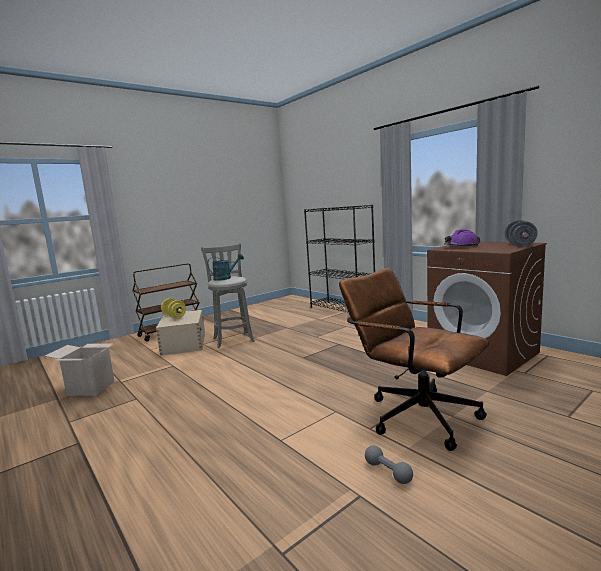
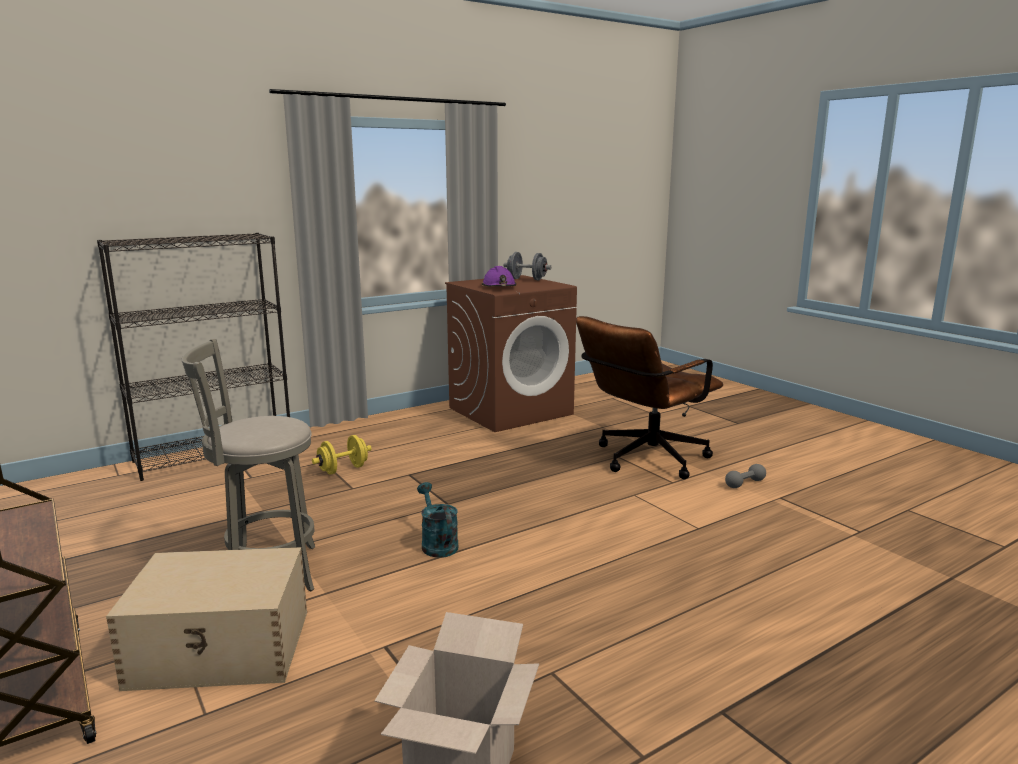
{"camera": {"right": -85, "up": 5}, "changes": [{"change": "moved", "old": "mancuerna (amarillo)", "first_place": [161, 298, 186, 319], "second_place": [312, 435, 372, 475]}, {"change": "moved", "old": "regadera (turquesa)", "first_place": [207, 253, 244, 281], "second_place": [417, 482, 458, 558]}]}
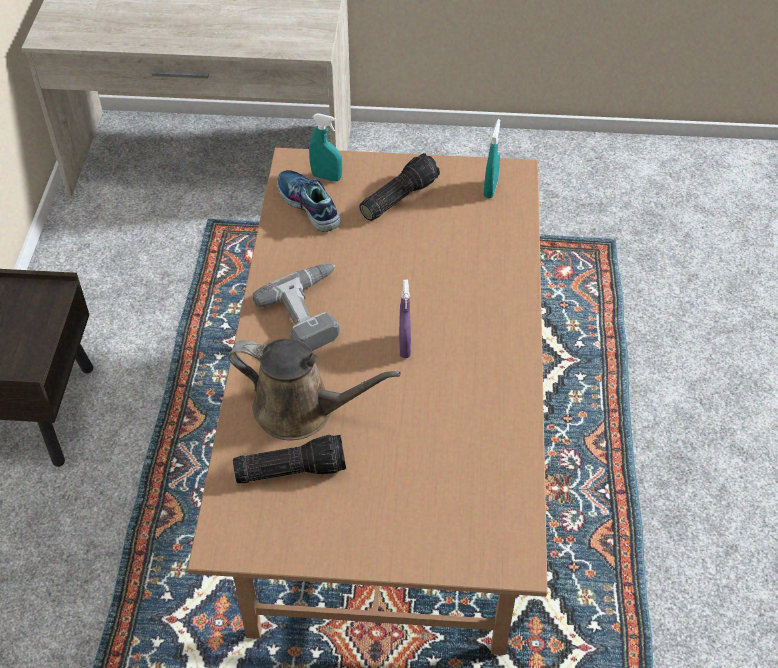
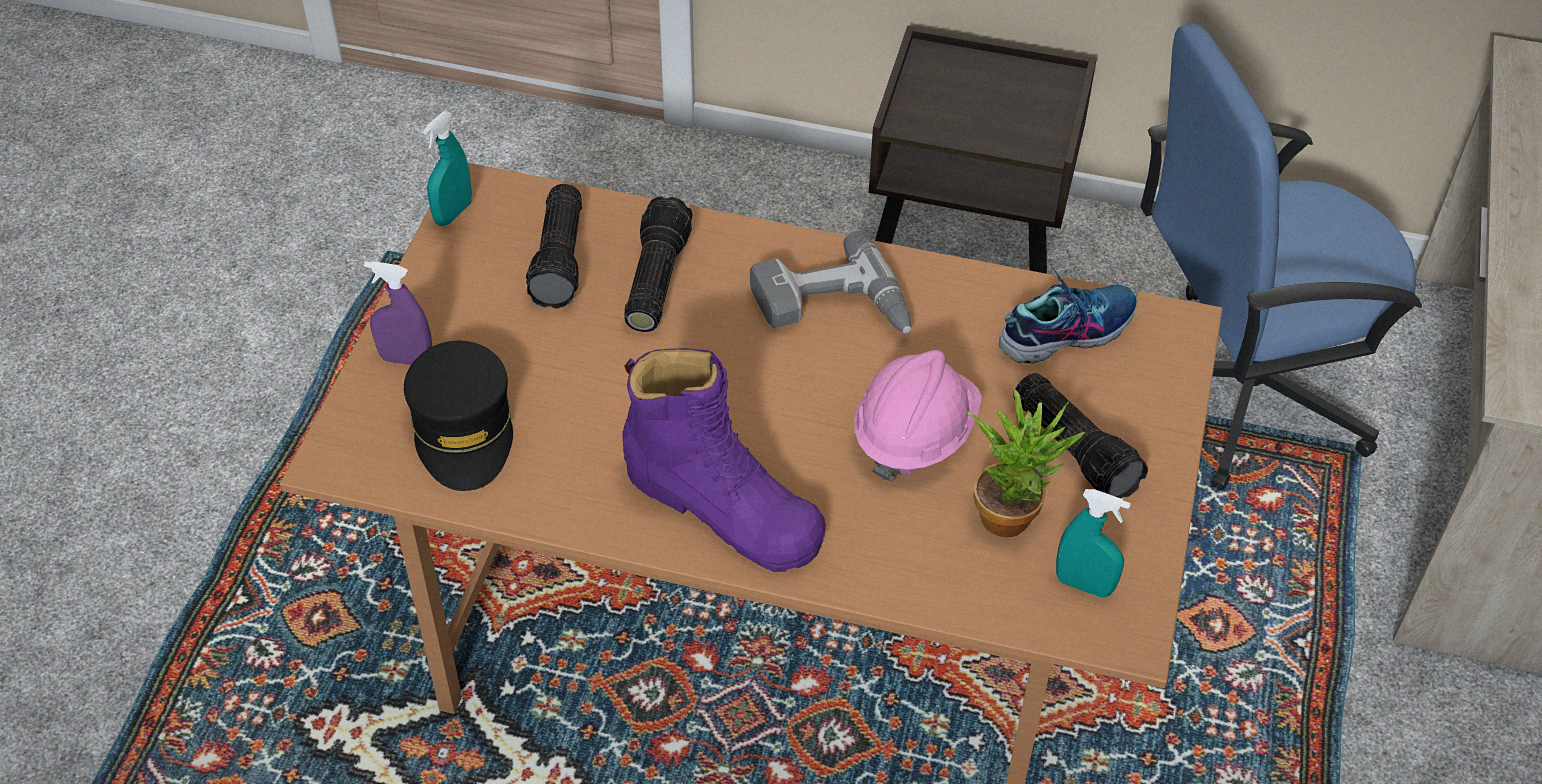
{"camera": {"right": 100, "up": 0}, "changes": [{"change": "replaced", "old": "regadera (marrón)", "new": "linterna", "first_place": [228, 339, 401, 441], "second_place": [624, 196, 692, 332]}, {"change": "moved", "old": "pulverizador (turquesa)", "first_place": [309, 113, 342, 182], "second_place": [423, 111, 472, 226]}, {"change": "moved", "old": "pulverizador (morado)", "first_place": [399, 280, 411, 358], "second_place": [364, 261, 432, 365]}, {"change": "added", "new": "gorra (negro)", "second_place": [404, 341, 513, 491]}, {"change": "added", "new": "bota (morado)", "second_place": [622, 348, 826, 572]}, {"change": "added", "new": "casco (rosa)", "second_place": [854, 350, 982, 482]}, {"change": "added", "new": "planta en maceta", "second_place": [968, 389, 1085, 537]}, {"change": "added", "new": "silla de oficina (azul)", "second_place": [1140, 23, 1422, 491]}]}
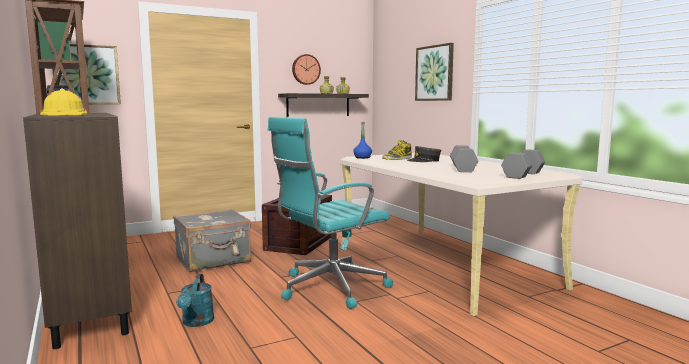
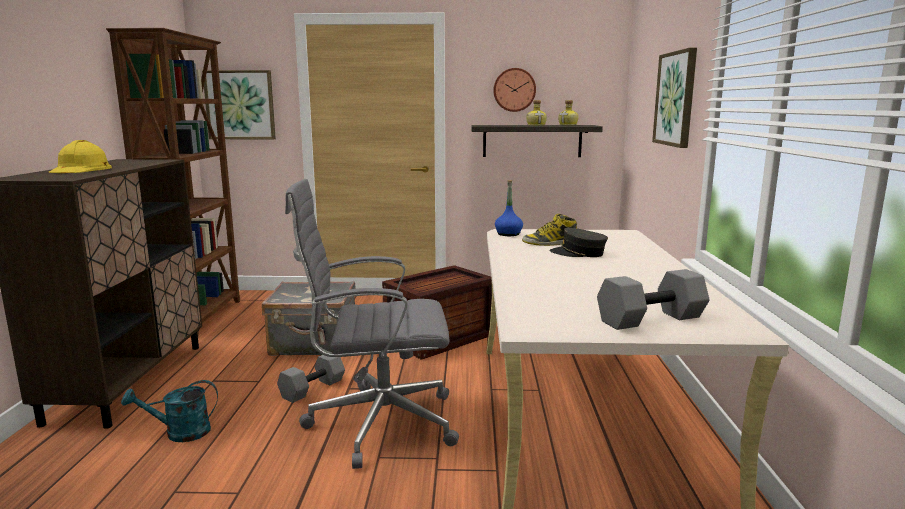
{"camera": {"right": 30, "up": 5}, "changes": [{"change": "turned", "old": "regadera (turquesa)", "first_place": [176, 274, 214, 327], "second_place": [121, 380, 218, 442], "degrees": 45}, {"change": "recoloured", "old": "silla de oficina (turquesa)", "new": "silla de oficina (gris)", "first_place": [268, 117, 394, 309], "second_place": [285, 179, 459, 469]}, {"change": "moved", "old": "mancuerna (gris)", "first_place": [450, 145, 478, 172], "second_place": [277, 355, 345, 403]}]}
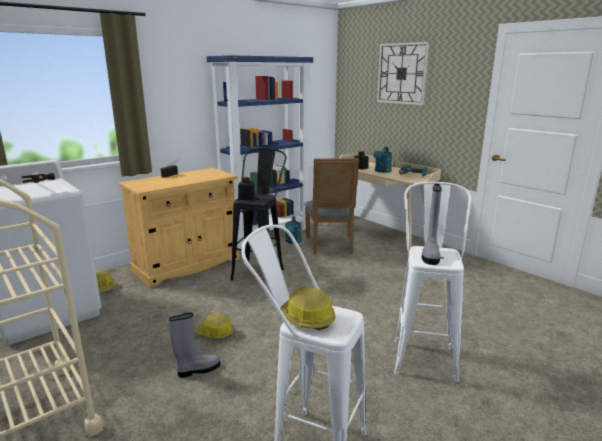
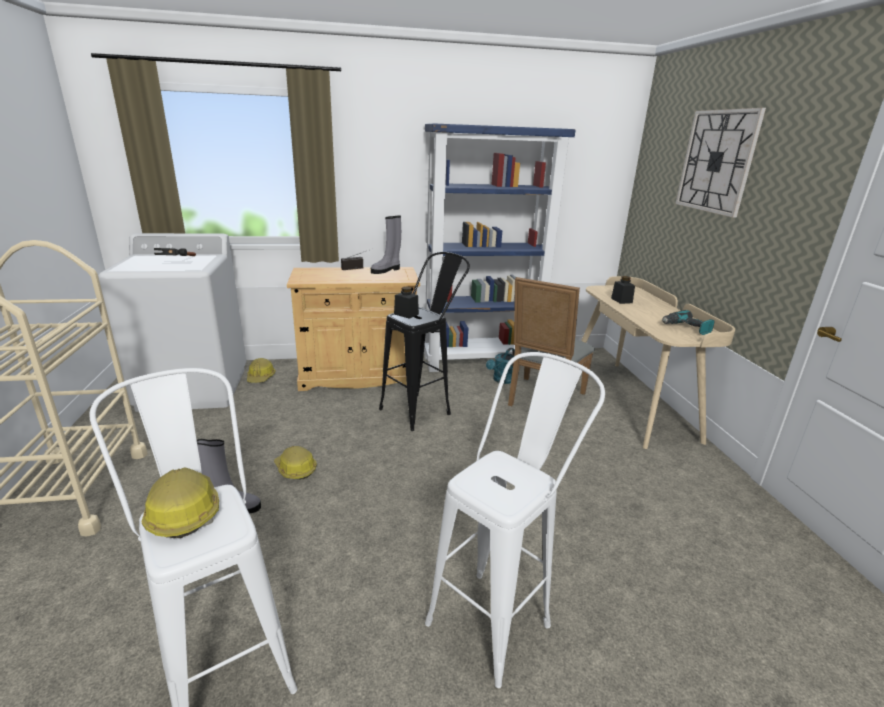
{"camera": {"right": 30, "up": 5}, "changes": [{"change": "removed", "old": "regadera (turquesa)", "first_place": [374, 147, 392, 173]}, {"change": "moved", "old": "bota (gris)", "first_place": [421, 184, 442, 265], "second_place": [371, 216, 401, 274]}]}
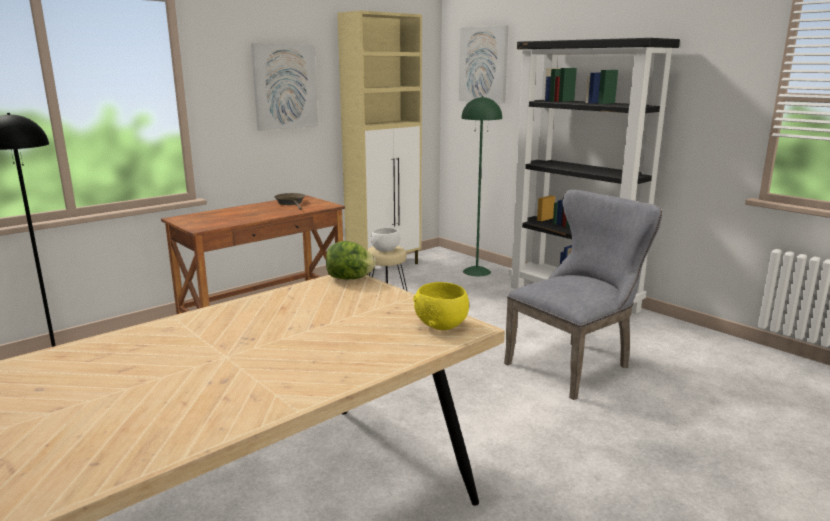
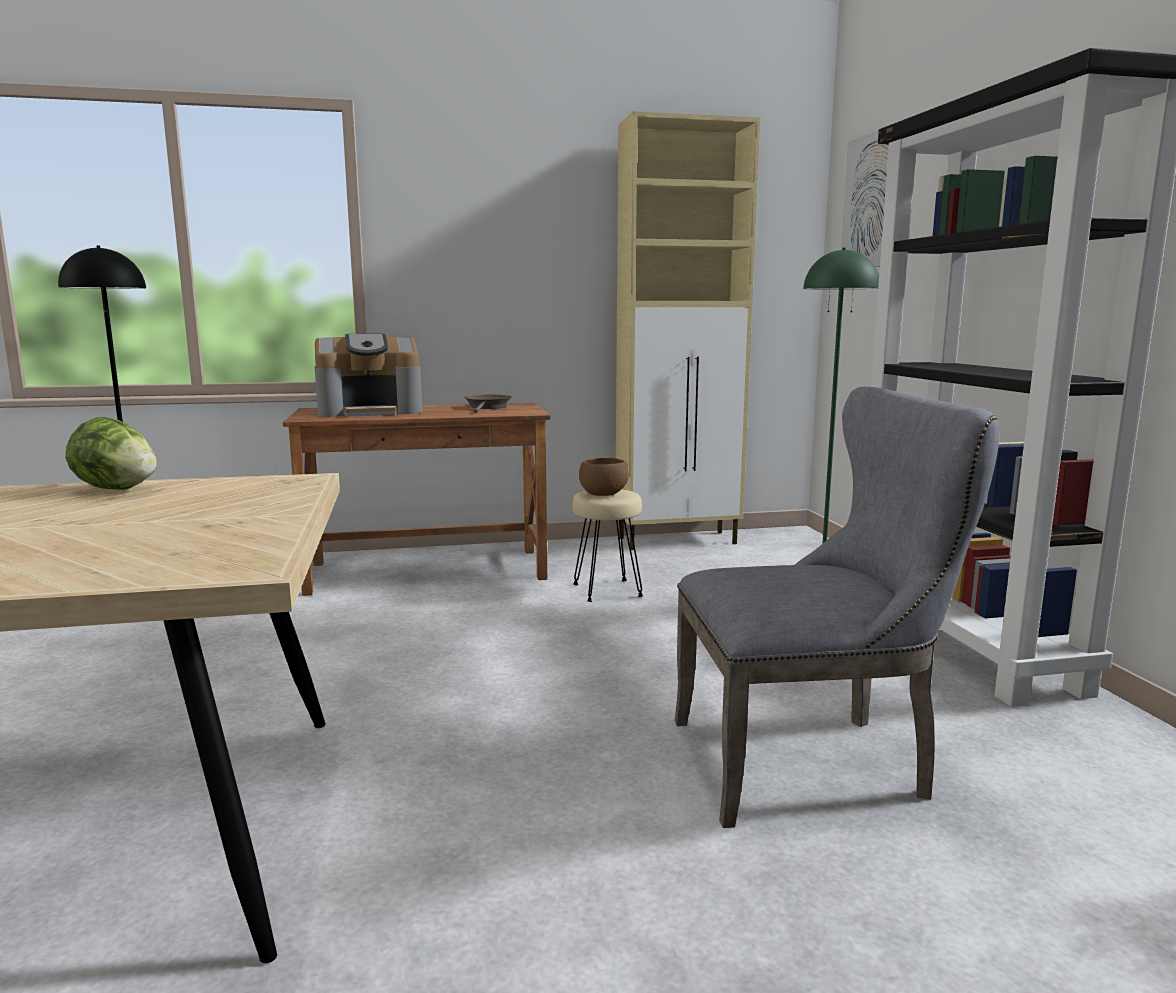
{"camera": {"right": 30, "up": -5}, "changes": [{"change": "removed", "old": "cuadro", "first_place": [251, 43, 318, 131]}, {"change": "moved", "old": "lechuga", "first_place": [326, 241, 376, 279], "second_place": [65, 417, 157, 490]}, {"change": "recoloured", "old": "cuenco (blanco)", "new": "cuenco (marrón)", "first_place": [371, 228, 400, 252], "second_place": [579, 458, 629, 496]}, {"change": "removed", "old": "cuenco (amarillo)", "first_place": [413, 282, 469, 330]}, {"change": "added", "new": "cafetera", "second_place": [315, 334, 422, 417]}]}
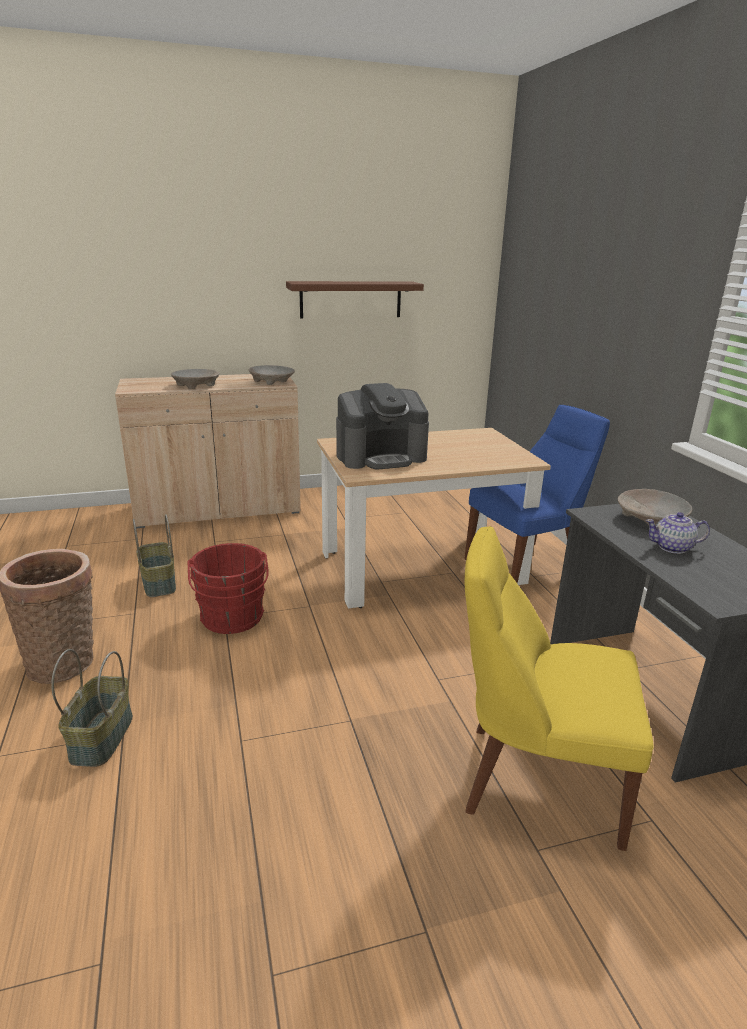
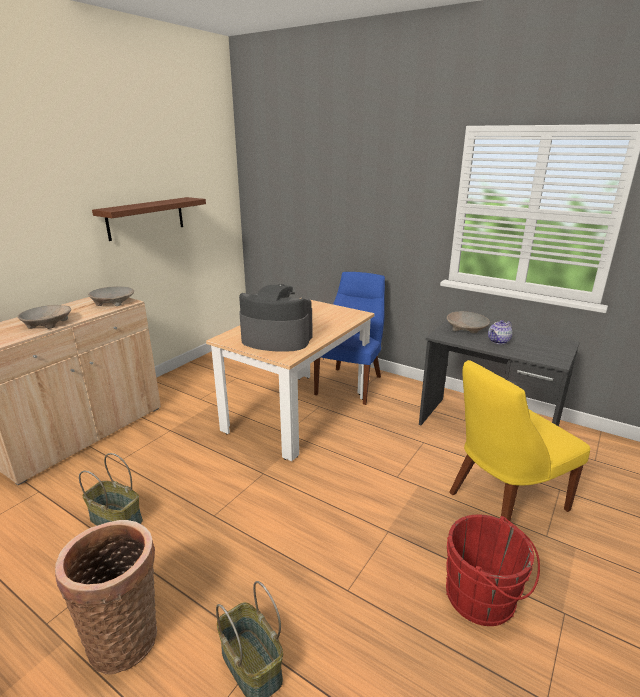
{"camera": {"right": -40, "up": 0}, "changes": [{"change": "moved", "old": "cubo (rojo)", "first_place": [188, 543, 269, 634], "second_place": [446, 515, 540, 626]}, {"change": "turned", "old": "cafetera", "first_place": [336, 383, 429, 470], "second_place": [239, 284, 312, 352], "degrees": -105}]}
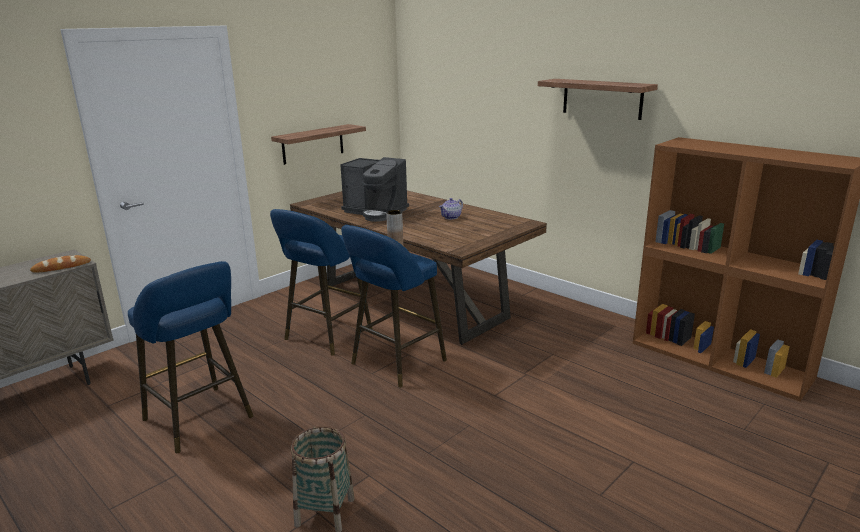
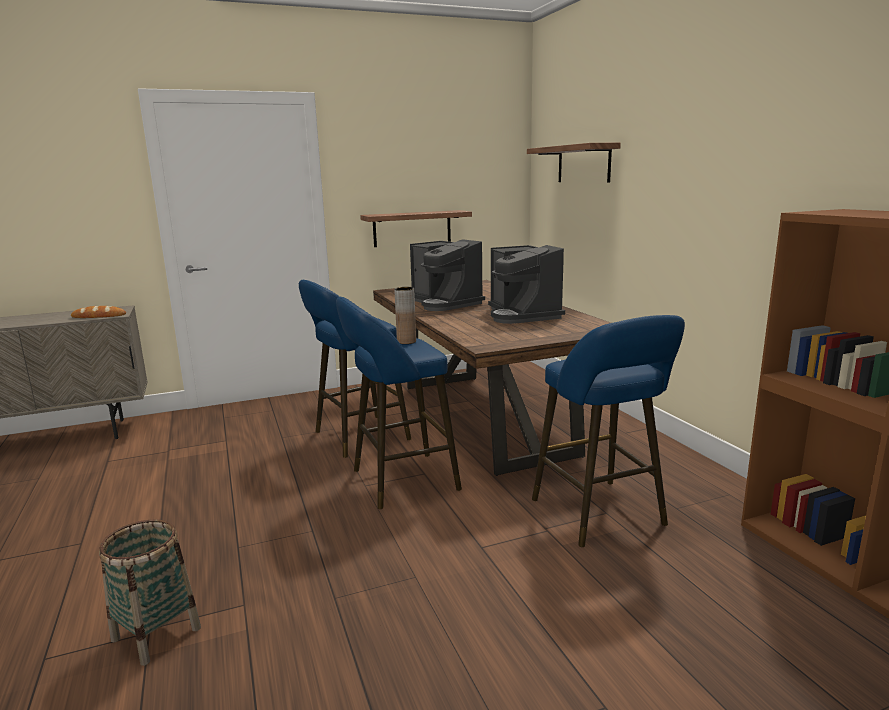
{"camera": {"right": 25, "up": -5}, "changes": [{"change": "moved", "old": "taburete (azul)", "first_place": [128, 261, 253, 453], "second_place": [532, 315, 685, 547]}, {"change": "replaced", "old": "tetera", "new": "cafetera", "first_place": [439, 198, 463, 220], "second_place": [488, 245, 565, 324]}, {"change": "moved", "old": "estante", "first_place": [538, 79, 658, 120], "second_place": [527, 143, 621, 182]}]}
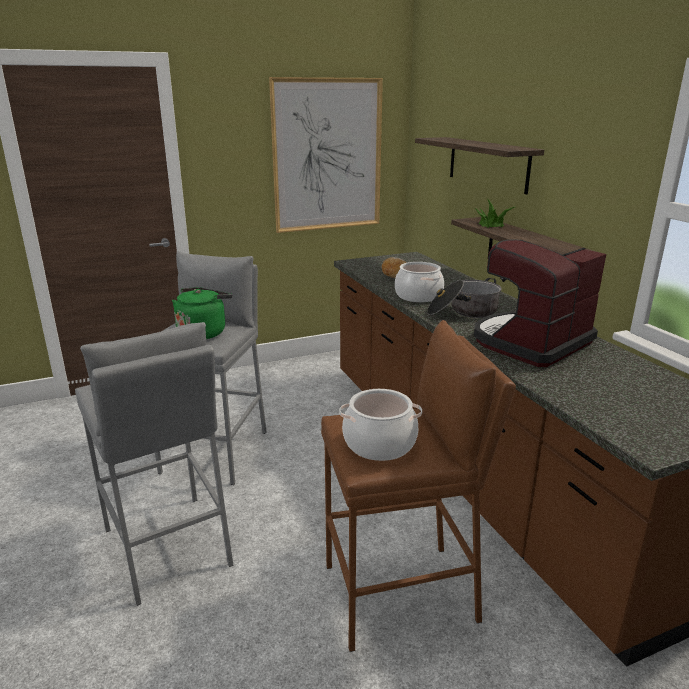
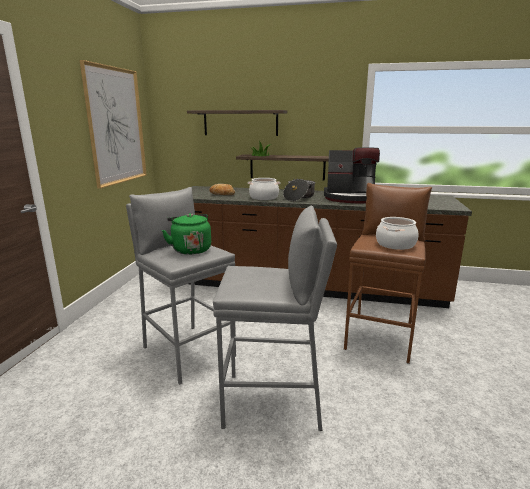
{"camera": {"right": -55, "up": -5}, "changes": [{"change": "turned", "old": "cafetera", "first_place": [474, 239, 606, 367], "second_place": [324, 147, 380, 203], "degrees": -75}]}
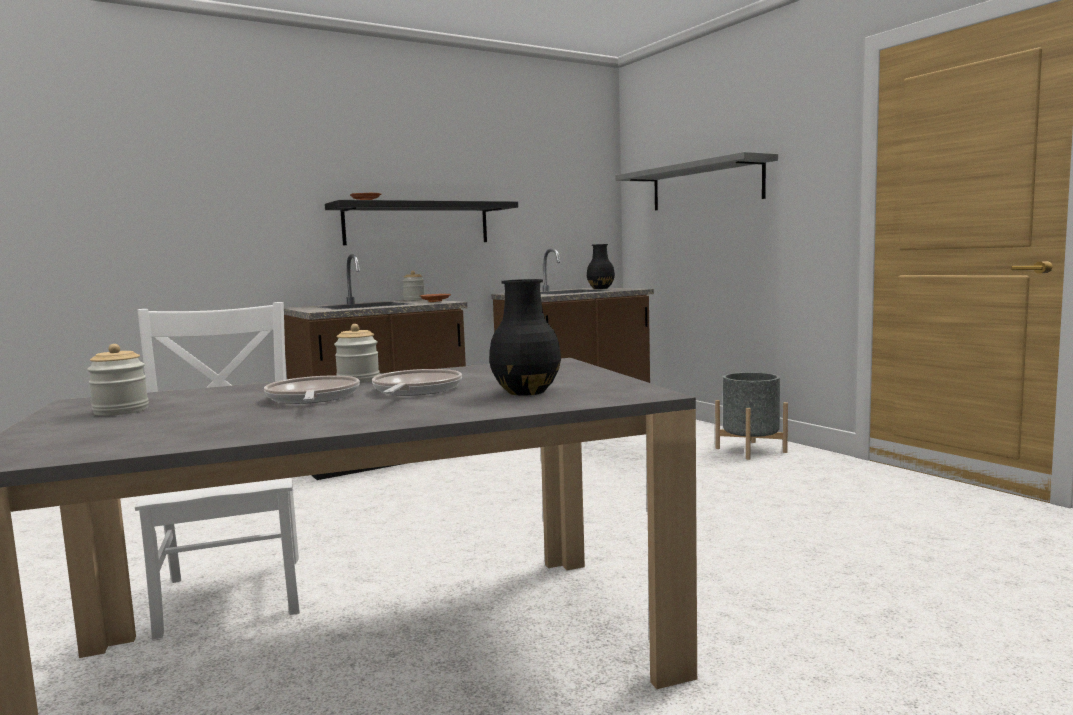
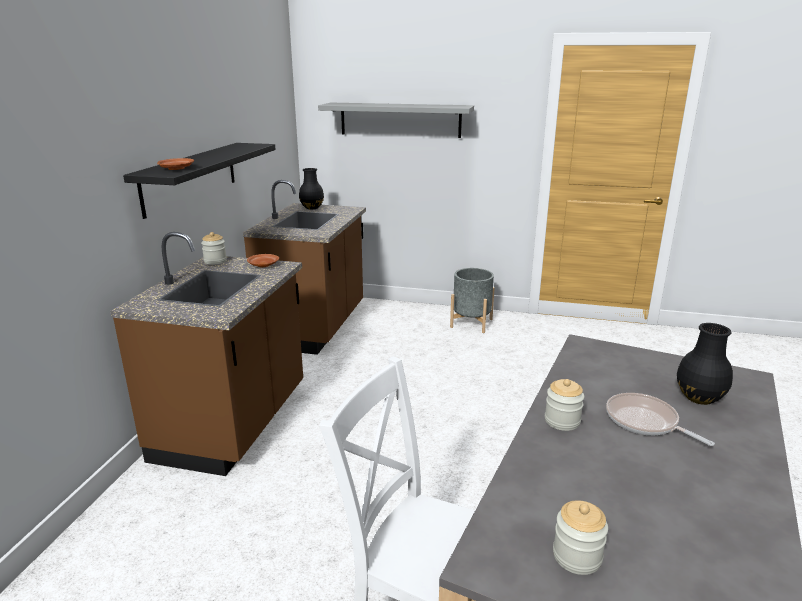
{"camera": {"right": -45, "up": 15}, "changes": [{"change": "removed", "old": "sartén", "first_place": [264, 376, 360, 404]}]}
